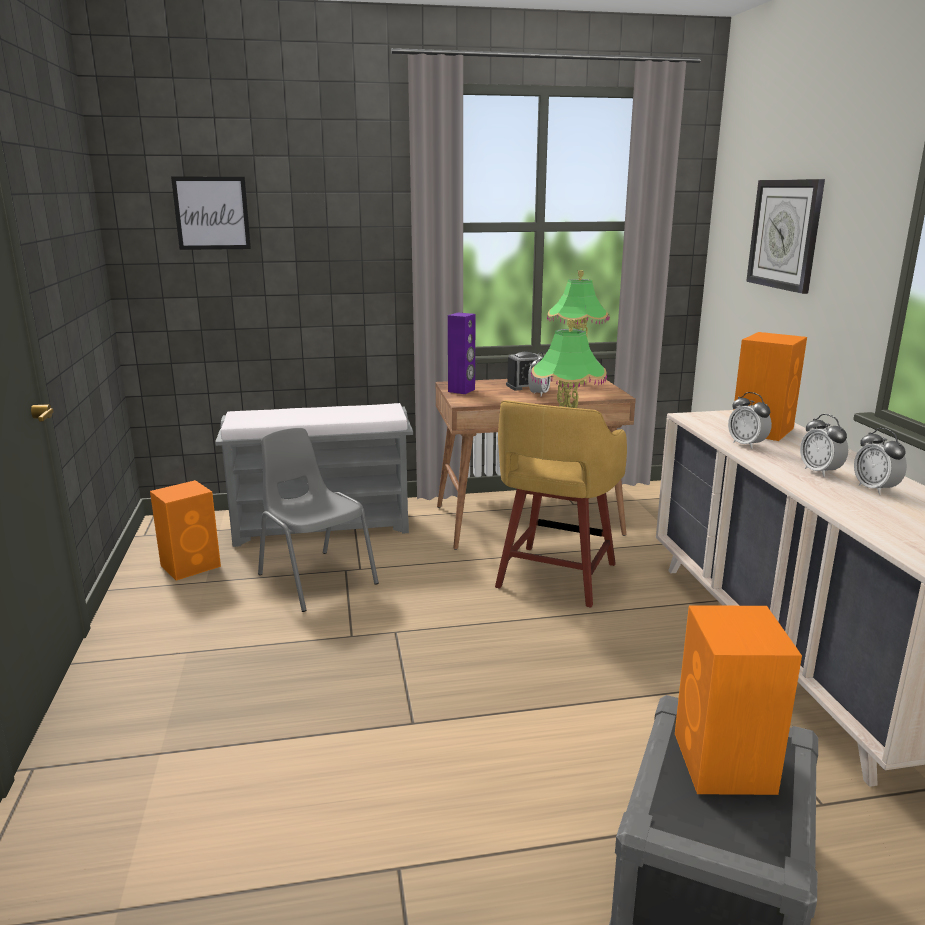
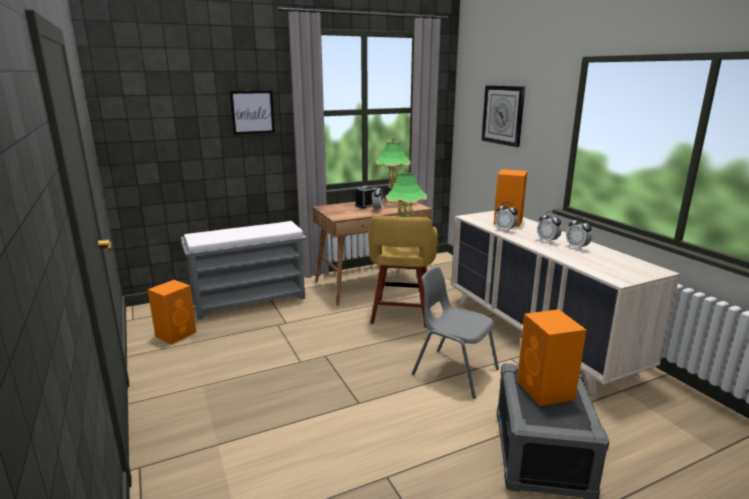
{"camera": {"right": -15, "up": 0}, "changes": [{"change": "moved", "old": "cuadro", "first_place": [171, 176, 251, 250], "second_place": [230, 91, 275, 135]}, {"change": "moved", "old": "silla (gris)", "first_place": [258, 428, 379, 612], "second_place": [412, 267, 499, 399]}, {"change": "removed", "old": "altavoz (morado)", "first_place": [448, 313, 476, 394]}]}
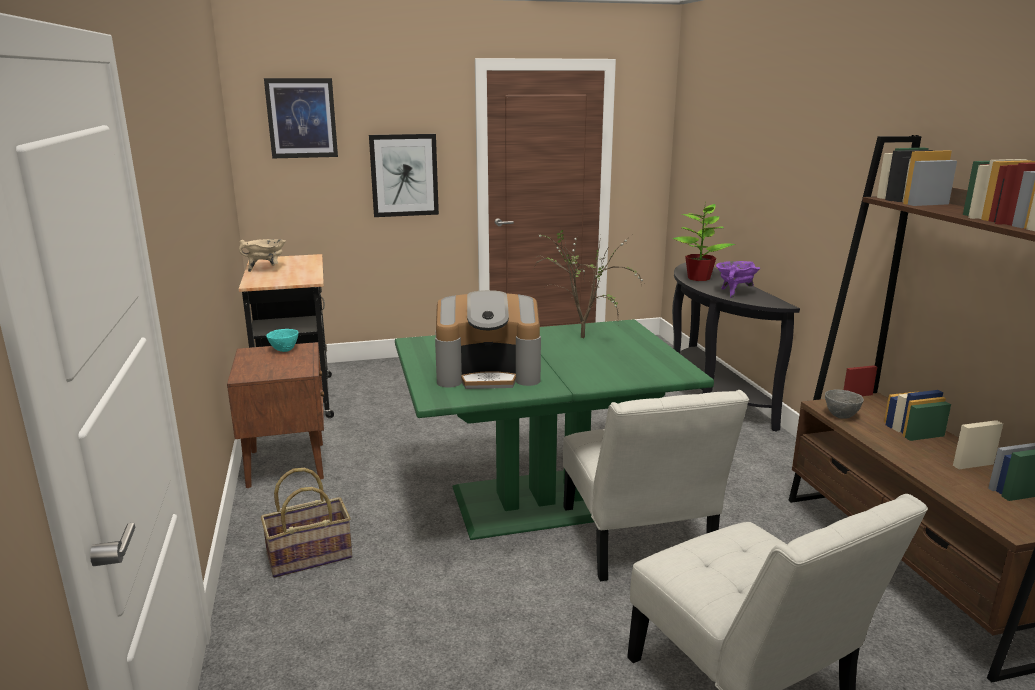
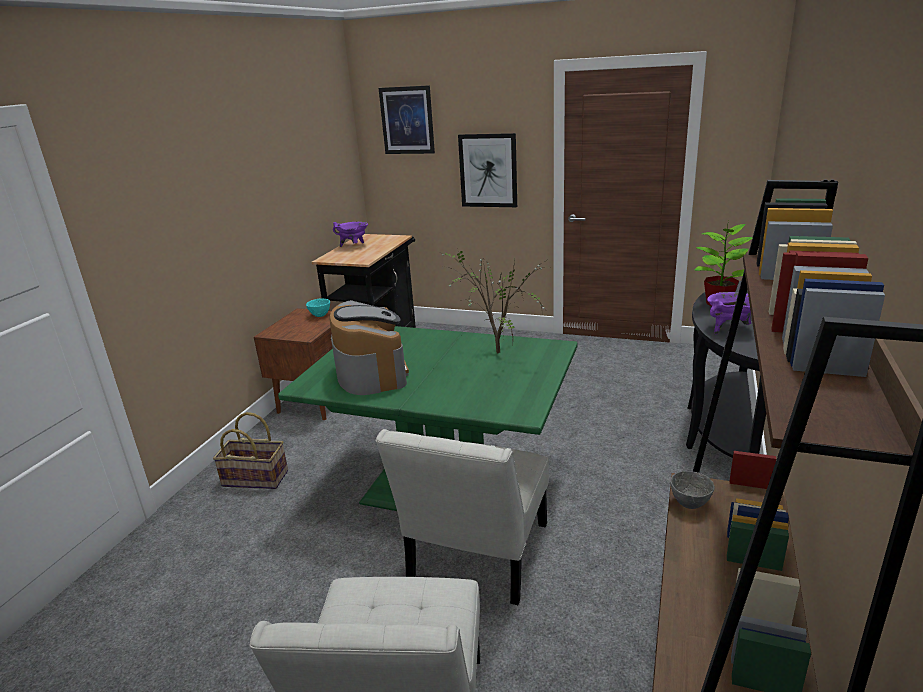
{"camera": {"right": 35, "up": 5}, "changes": [{"change": "recoloured", "old": "olla (beis)", "new": "olla (morado)", "first_place": [239, 239, 286, 272], "second_place": [333, 222, 368, 247]}, {"change": "turned", "old": "cafetera", "first_place": [435, 290, 541, 389], "second_place": [329, 300, 409, 395], "degrees": -135}]}
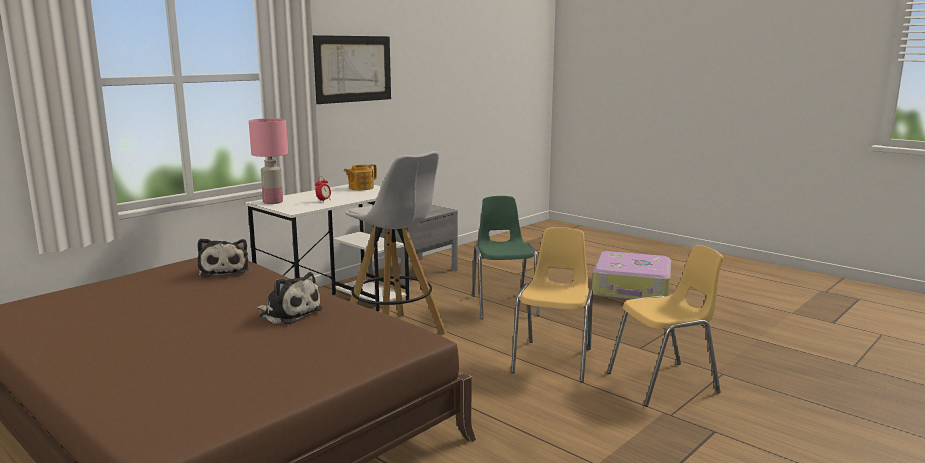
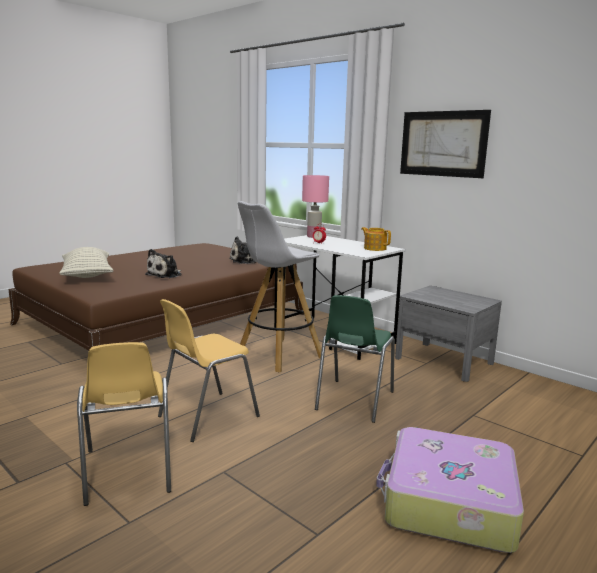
{"camera": {"right": 90, "up": 0}, "changes": [{"change": "turned", "old": "silla (verde)", "first_place": [472, 196, 539, 319], "second_place": [315, 295, 395, 423], "degrees": 120}, {"change": "turned", "old": "silla (amarillo)", "first_place": [511, 227, 593, 383], "second_place": [158, 299, 260, 442], "degrees": 120}, {"change": "added", "new": "cojín", "second_place": [59, 247, 114, 278]}]}
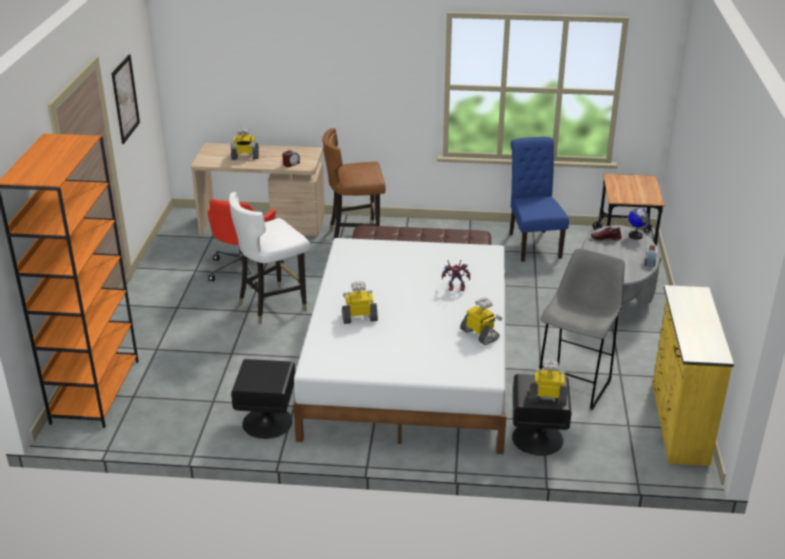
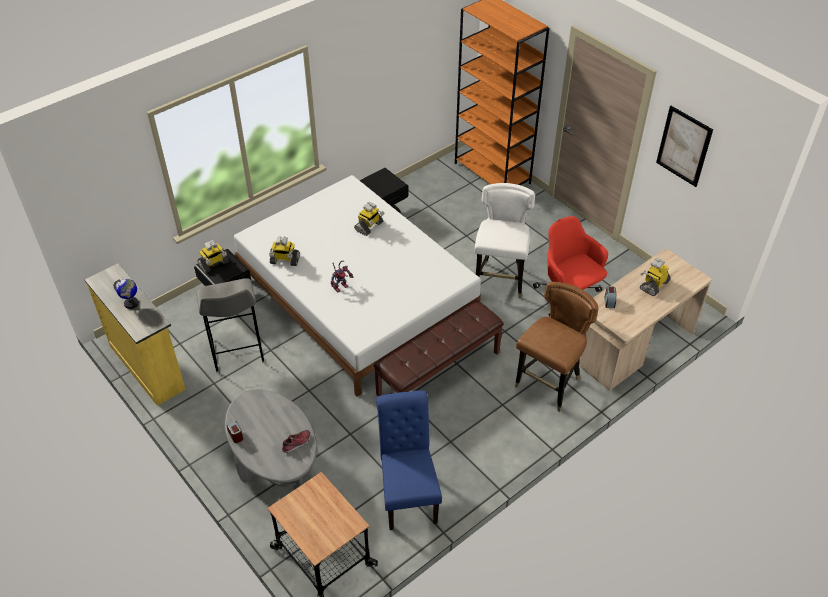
{"camera": {"right": 135, "up": 15}, "changes": [{"change": "turned", "old": "silla (azul)", "first_place": [509, 137, 569, 262], "second_place": [376, 391, 442, 530], "degrees": -135}, {"change": "moved", "old": "globo terráqueo", "first_place": [628, 208, 649, 240], "second_place": [114, 279, 139, 309]}]}
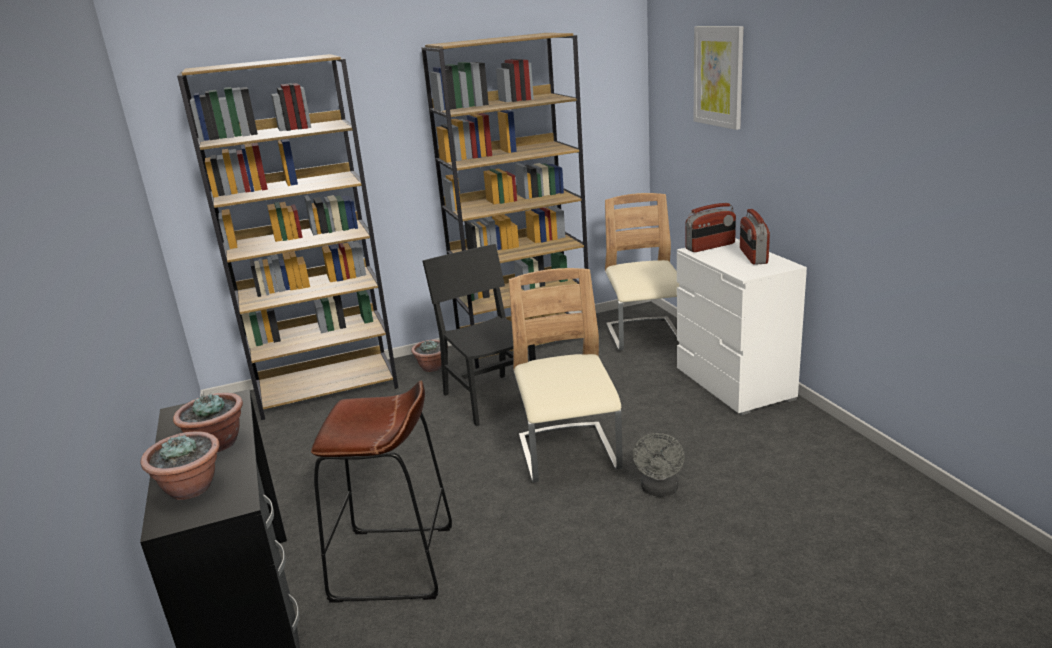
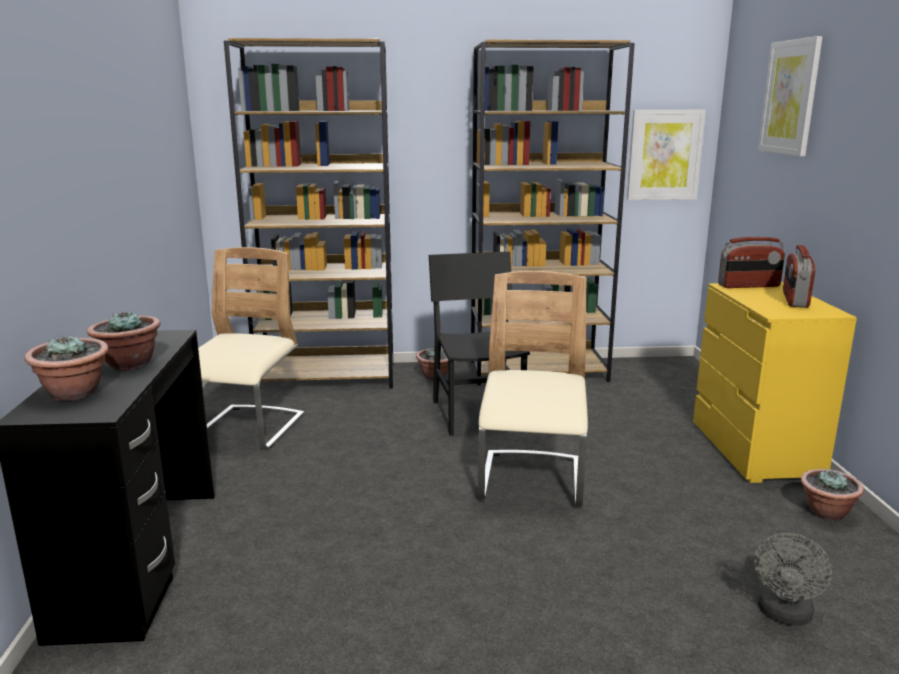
{"camera": {"right": 15, "up": -5}, "changes": [{"change": "removed", "old": "taburete (marrón)", "first_place": [311, 381, 452, 602]}, {"change": "moved", "old": "silla (beis)", "first_place": [605, 193, 679, 350], "second_place": [198, 247, 304, 449]}, {"change": "moved", "old": "ventilador (gris)", "first_place": [633, 432, 685, 496], "second_place": [754, 533, 832, 626]}, {"change": "recoloured", "old": "cómoda (blanco)", "new": "cómoda (amarillo)", "first_place": [677, 238, 807, 415], "second_place": [693, 282, 857, 483]}, {"change": "added", "new": "cuadro", "second_place": [627, 110, 706, 200]}, {"change": "added", "new": "planta en maceta", "second_place": [801, 469, 864, 521]}]}
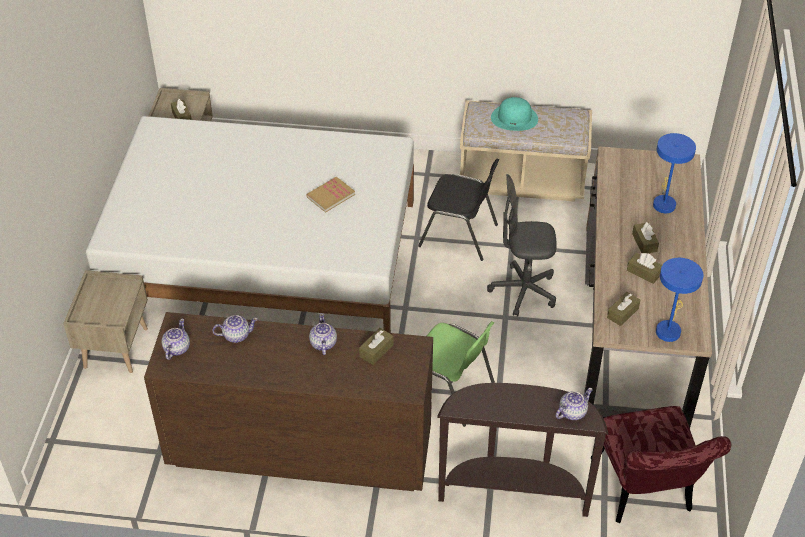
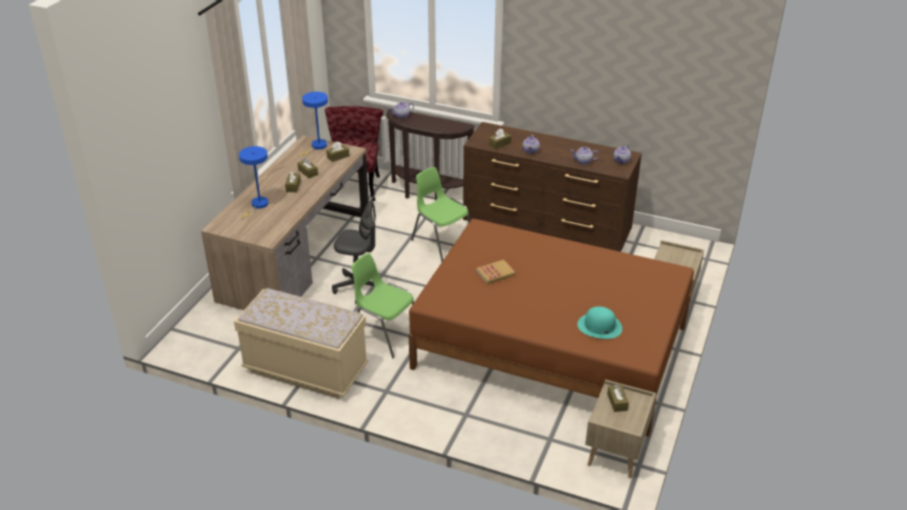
{"camera": {"right": -165, "up": -10}, "changes": [{"change": "recoloured", "old": "cama (blanco)", "new": "cama (marrón)", "first_place": [86, 116, 414, 333], "second_place": [409, 219, 694, 437]}, {"change": "recoloured", "old": "silla (negro)", "new": "silla (verde)", "first_place": [418, 159, 499, 261], "second_place": [351, 253, 414, 358]}, {"change": "moved", "old": "sombrero (turquesa)", "first_place": [491, 97, 538, 131], "second_place": [577, 306, 622, 339]}]}
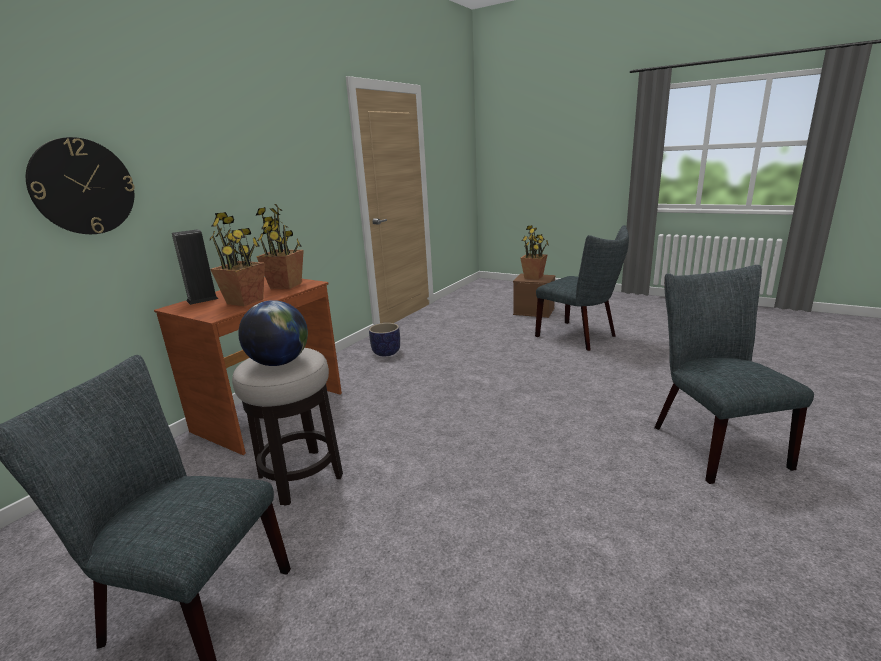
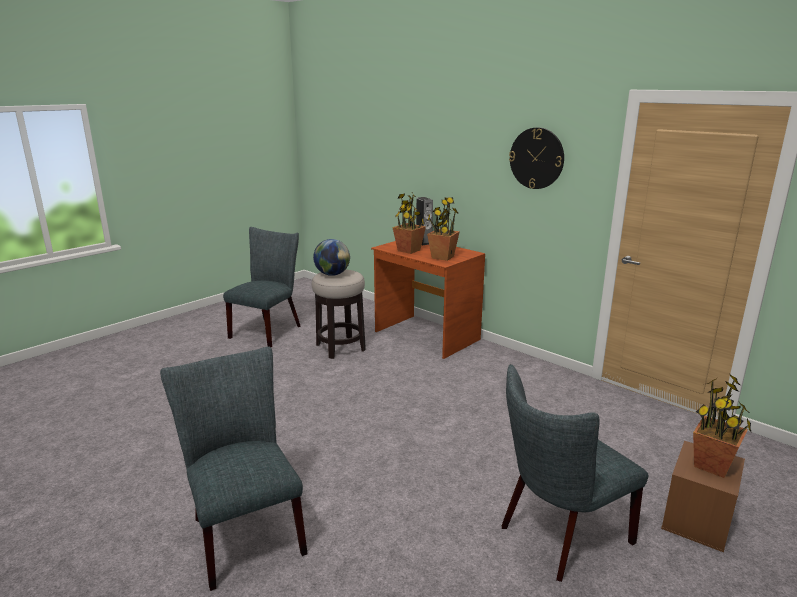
{"camera": {"right": 100, "up": 0}, "changes": [{"change": "moved", "old": "reloj de pared", "first_place": [26, 137, 135, 234], "second_place": [509, 127, 564, 189]}, {"change": "removed", "old": "maceta", "first_place": [369, 323, 400, 356]}, {"change": "turned", "old": "silla (gris)", "first_place": [654, 265, 814, 484], "second_place": [160, 347, 308, 591], "degrees": -120}]}
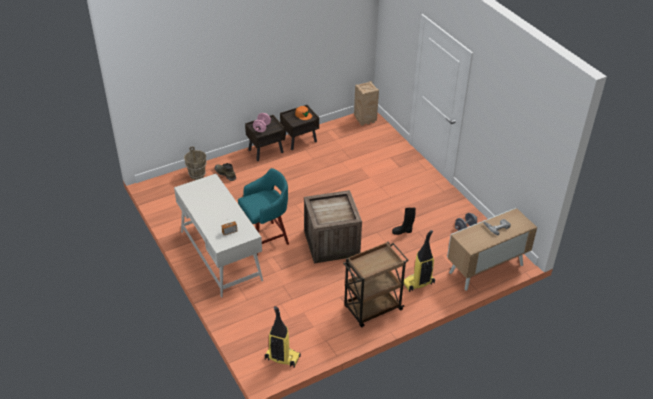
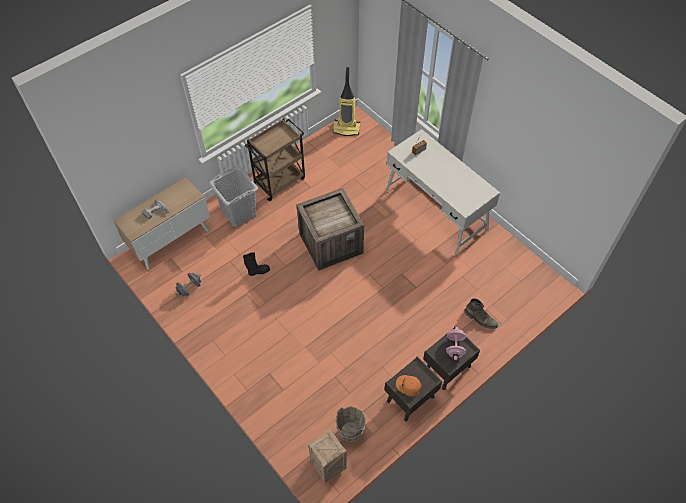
{"camera": {"right": 170, "up": 15}, "changes": [{"change": "moved", "old": "cubo (marrón)", "first_place": [184, 146, 207, 180], "second_place": [335, 406, 366, 442]}, {"change": "removed", "old": "taburete (turquesa)", "first_place": [238, 168, 289, 256]}, {"change": "replaced", "old": "aspiradora", "new": "cesto de la ropa (gris)", "first_place": [404, 230, 435, 292], "second_place": [209, 167, 258, 227]}]}
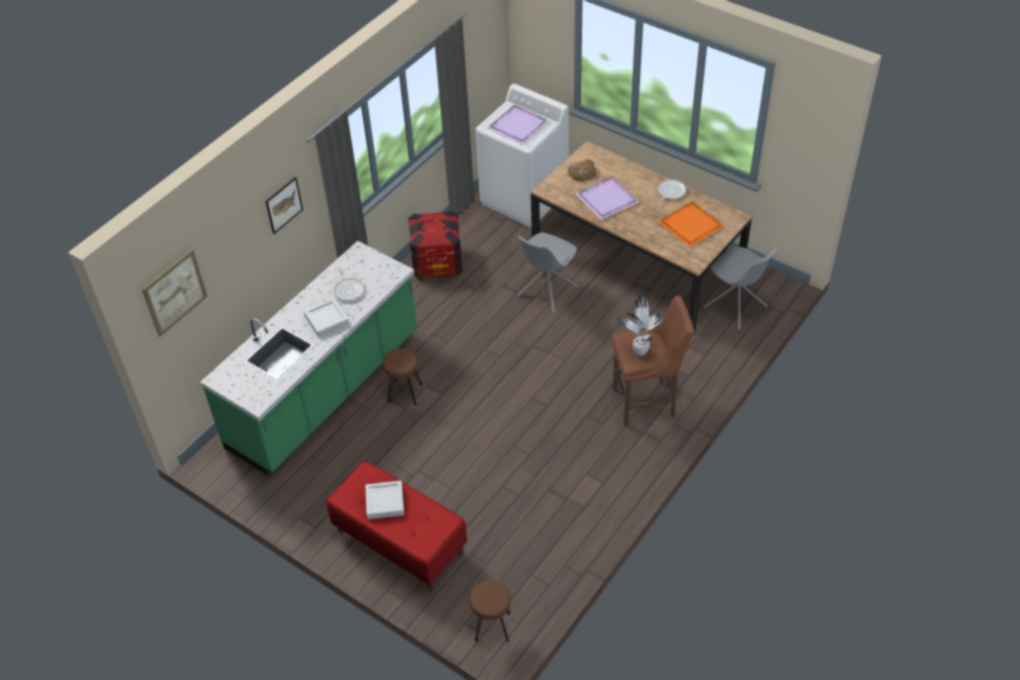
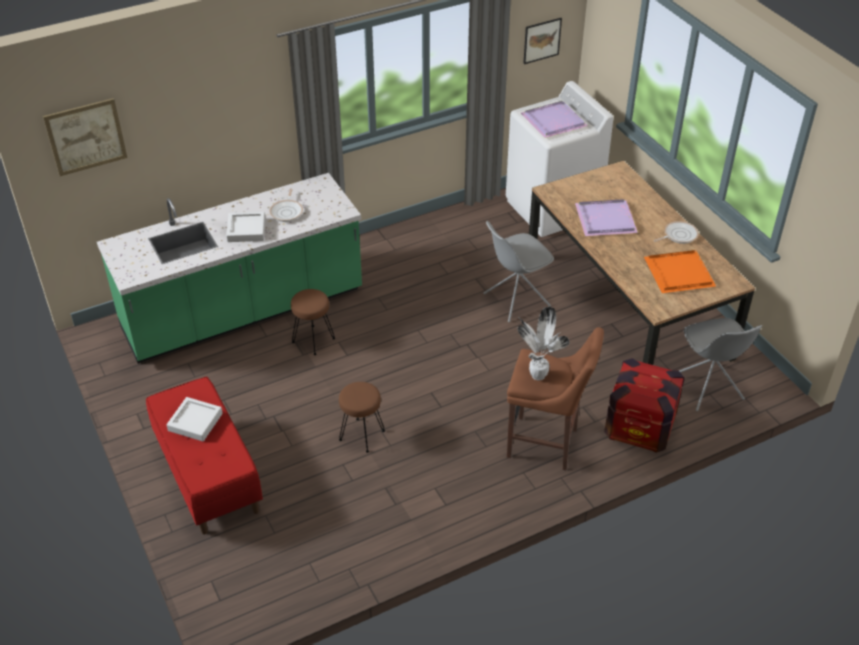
{"camera": {"right": 25, "up": -5}, "changes": [{"change": "moved", "old": "cuadro", "first_place": [265, 177, 303, 234], "second_place": [523, 18, 562, 64]}, {"change": "moved", "old": "caja de embalaje", "first_place": [409, 210, 462, 279], "second_place": [604, 358, 685, 453]}, {"change": "moved", "old": "taburete (marrón)", "first_place": [470, 580, 511, 642], "second_place": [339, 382, 385, 453]}, {"change": "removed", "old": "pan", "first_place": [567, 159, 596, 182]}]}
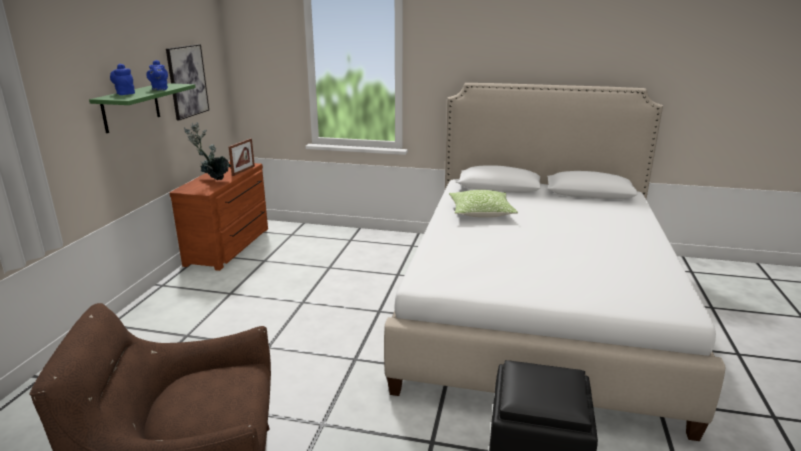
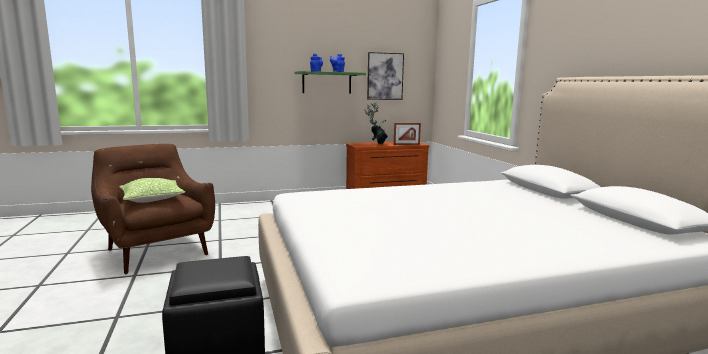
{"camera": {"right": 60, "up": -10}, "changes": [{"change": "moved", "old": "cojín", "first_place": [449, 190, 518, 218], "second_place": [119, 178, 185, 203]}]}
